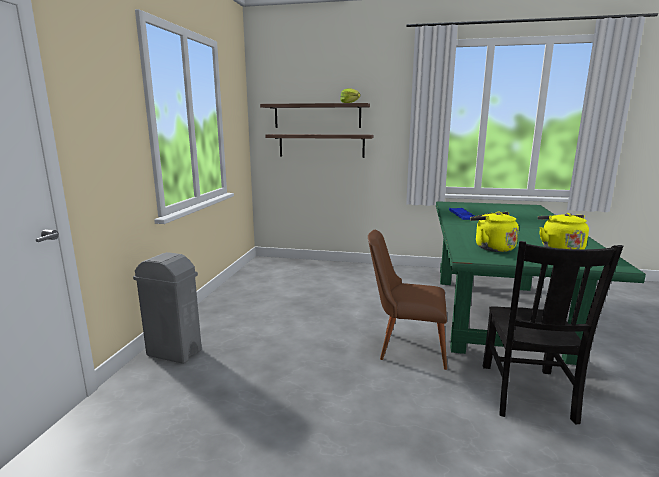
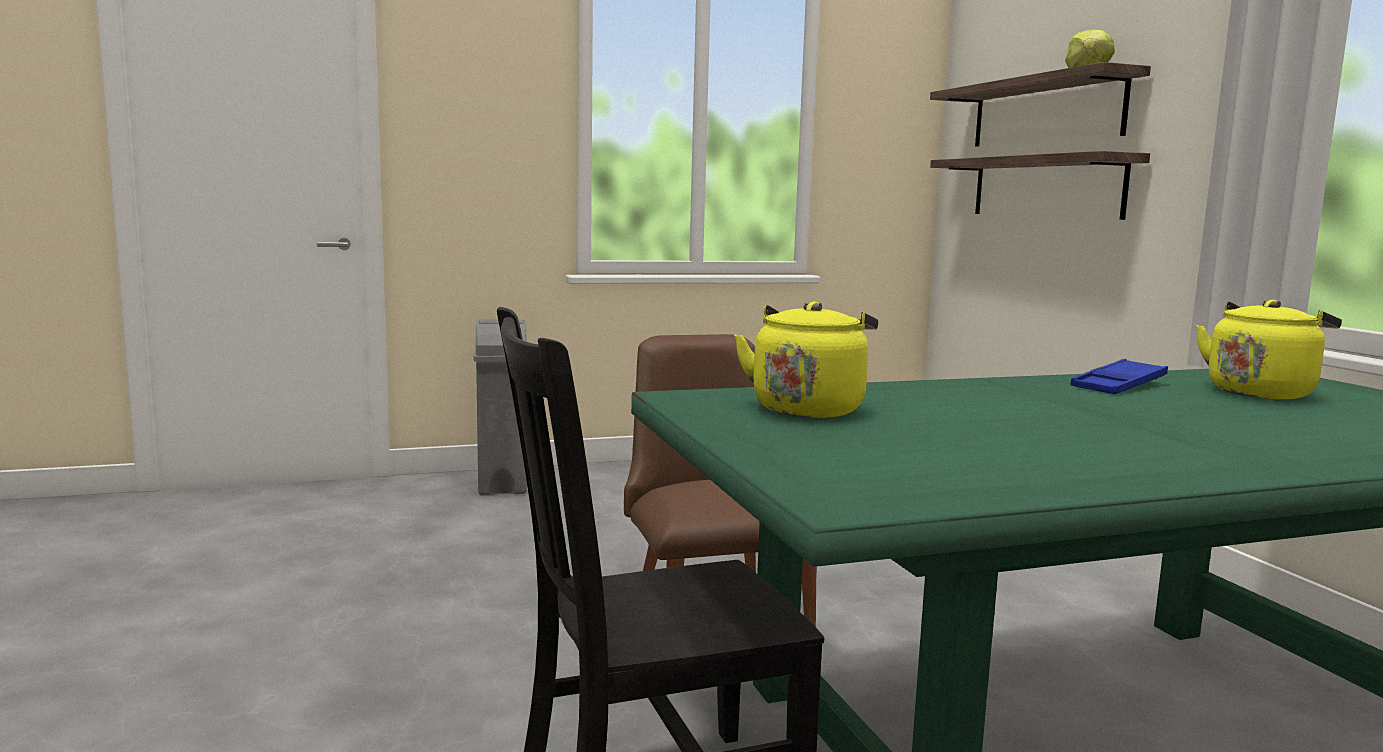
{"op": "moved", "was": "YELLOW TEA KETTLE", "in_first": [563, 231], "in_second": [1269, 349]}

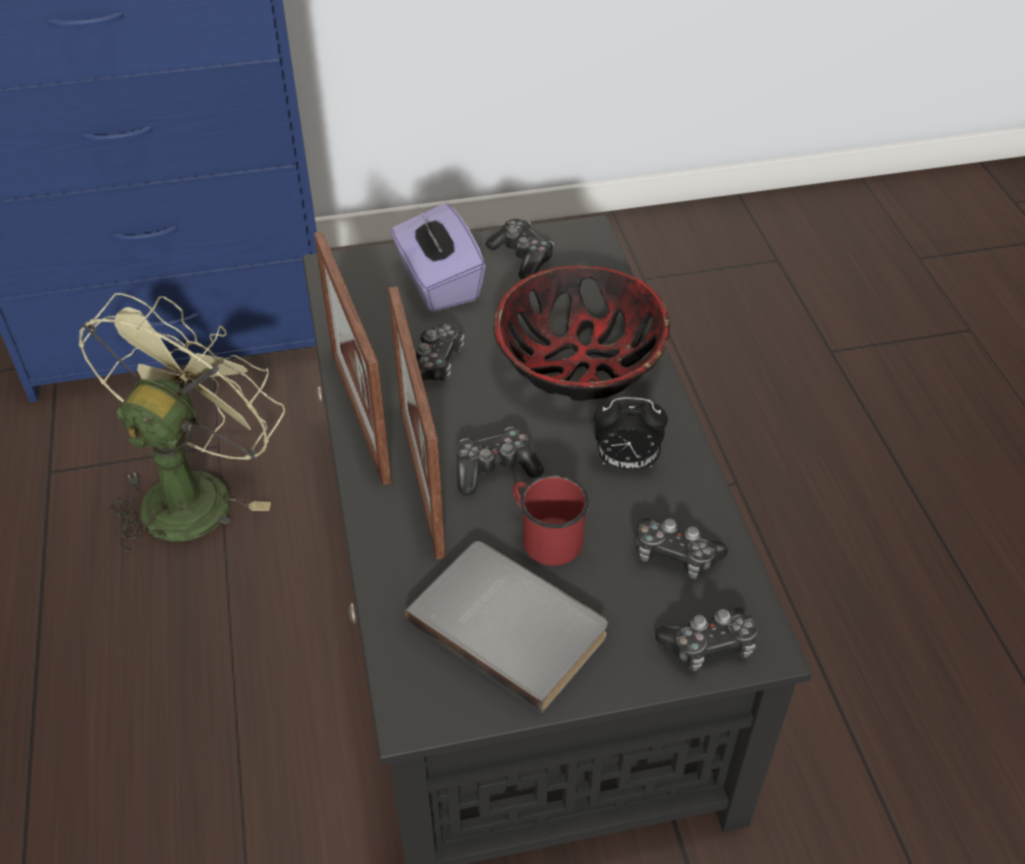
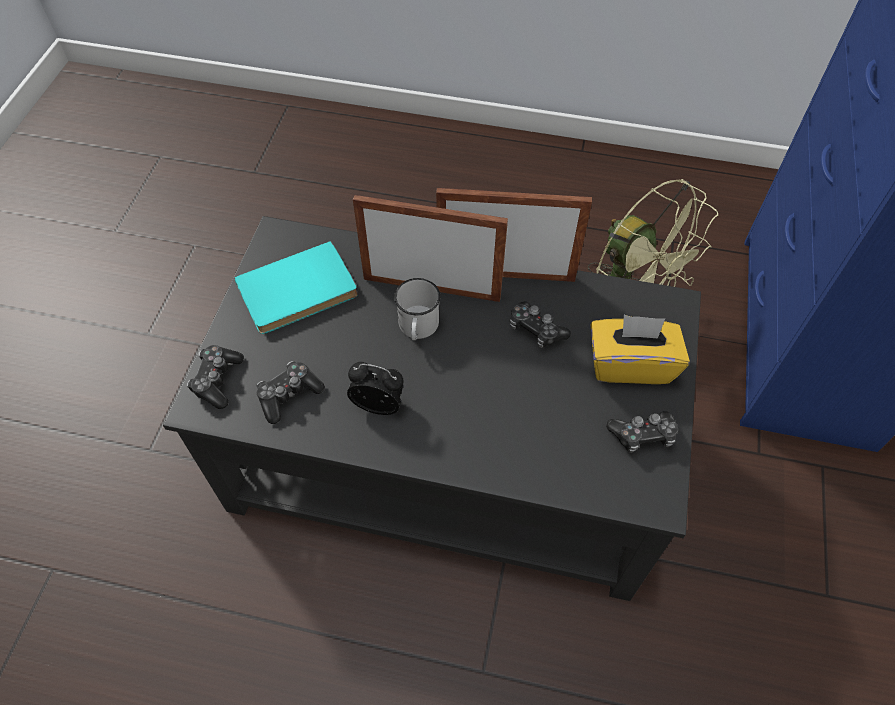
{"op": "recoloured", "was": "PURPLISH TISSUE HOLDER", "now": "YELLOW TISSUE HOLDER", "in_first": [438, 257], "in_second": [640, 349]}
{"op": "recoloured", "was": "GREYISH BOOK", "now": "TURQUOISE BOOK", "in_first": [506, 627], "in_second": [296, 287]}
{"op": "replaced", "was": "JOYPAD", "now": "WHITE COFFEE MUG", "in_first": [500, 461], "in_second": [417, 309]}
{"op": "removed", "was": "DEEP DISH", "in_first": [582, 333]}
{"op": "removed", "was": "REDDISH COFFEE MUG", "in_first": [550, 520]}
{"op": "turned", "was": "ALARM CLOCK", "in_first": [631, 434], "in_second": [375, 388], "clockwise": 75}

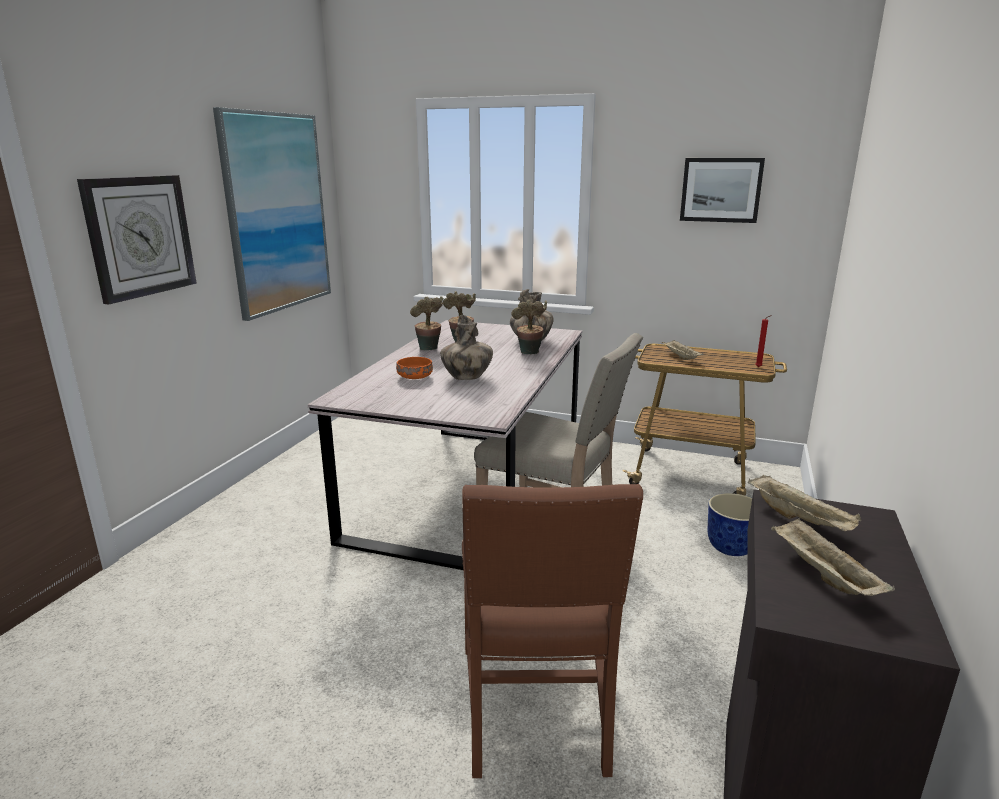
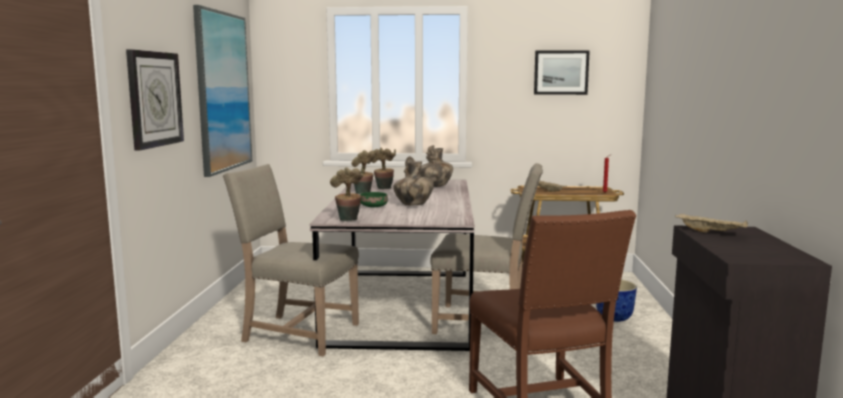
{"op": "recoloured", "was": "ORANGEY DEEP DISH", "now": "GREEN DEEP DISH", "in_first": [414, 368], "in_second": [374, 199]}
{"op": "moved", "was": "PLANT IN A POT", "in_first": [529, 327], "in_second": [347, 194]}
{"op": "removed", "was": "SAND-COLOURED SERVING TRAY", "in_first": [833, 557]}
{"op": "added", "now": "SAND-COLOURED CHAIR", "in_second": [291, 260]}

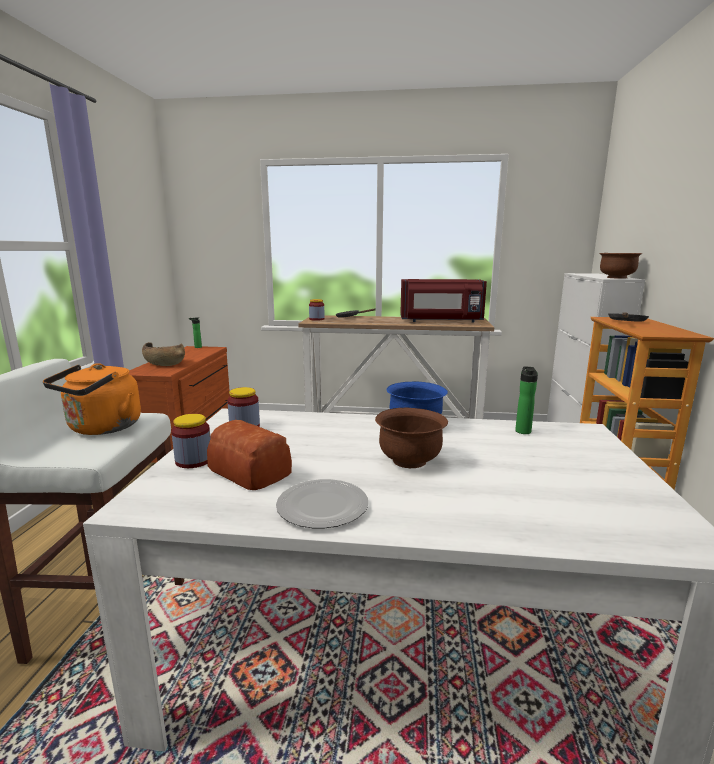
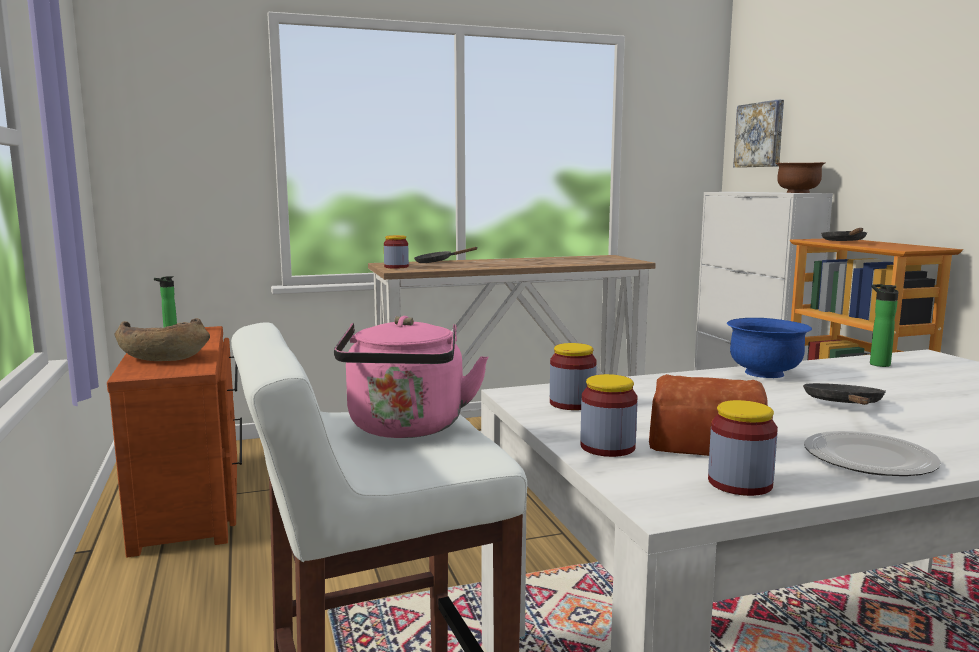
{"op": "recoloured", "was": "ORANGEY TEA KETTLE", "now": "PINK-COLOURED TEA KETTLE", "in_first": [92, 399], "in_second": [411, 377]}
{"op": "replaced", "was": "BROWN DEEP DISH", "now": "BLACKISH PAN", "in_first": [411, 438], "in_second": [844, 394]}
{"op": "removed", "was": "REDDISH MICROWAVE OVEN", "in_first": [443, 301]}
{"op": "added", "now": "JAR", "in_second": [743, 448]}
{"op": "added", "now": "PICTURE", "in_second": [758, 133]}

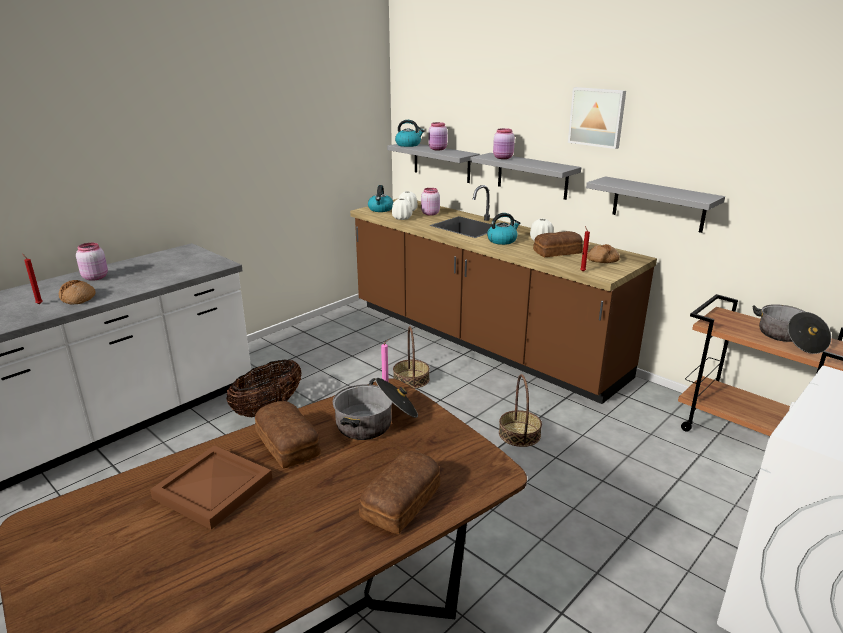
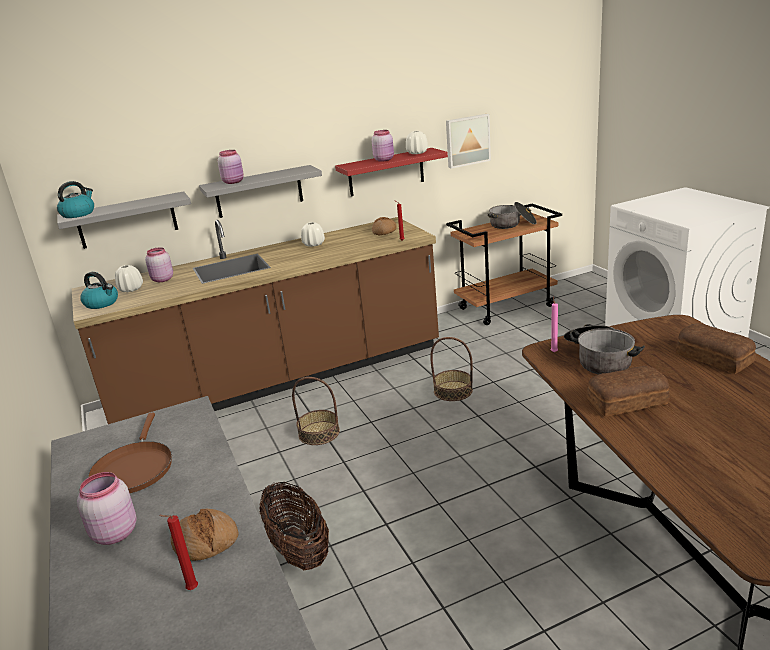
{"op": "removed", "was": "BROWN SERVING TRAY", "in_first": [211, 488]}
{"op": "moved", "was": "WHITE FLOWER VASE", "in_first": [402, 209], "in_second": [417, 142]}
{"op": "moved", "was": "PINK-COLOURED JAR", "in_first": [438, 136], "in_second": [383, 146]}
{"op": "removed", "was": "TEA KETTLE", "in_first": [503, 229]}
{"op": "removed", "was": "BAKERY BREAD", "in_first": [558, 244]}
{"op": "moved", "was": "PICTURE", "in_first": [597, 118], "in_second": [468, 141]}
{"op": "recoloured", "was": "GREYISH WALL SHELF", "now": "REDDISH WALL SHELF", "in_first": [655, 204], "in_second": [391, 172]}
{"op": "added", "now": "BROWN PAN", "in_second": [130, 453]}

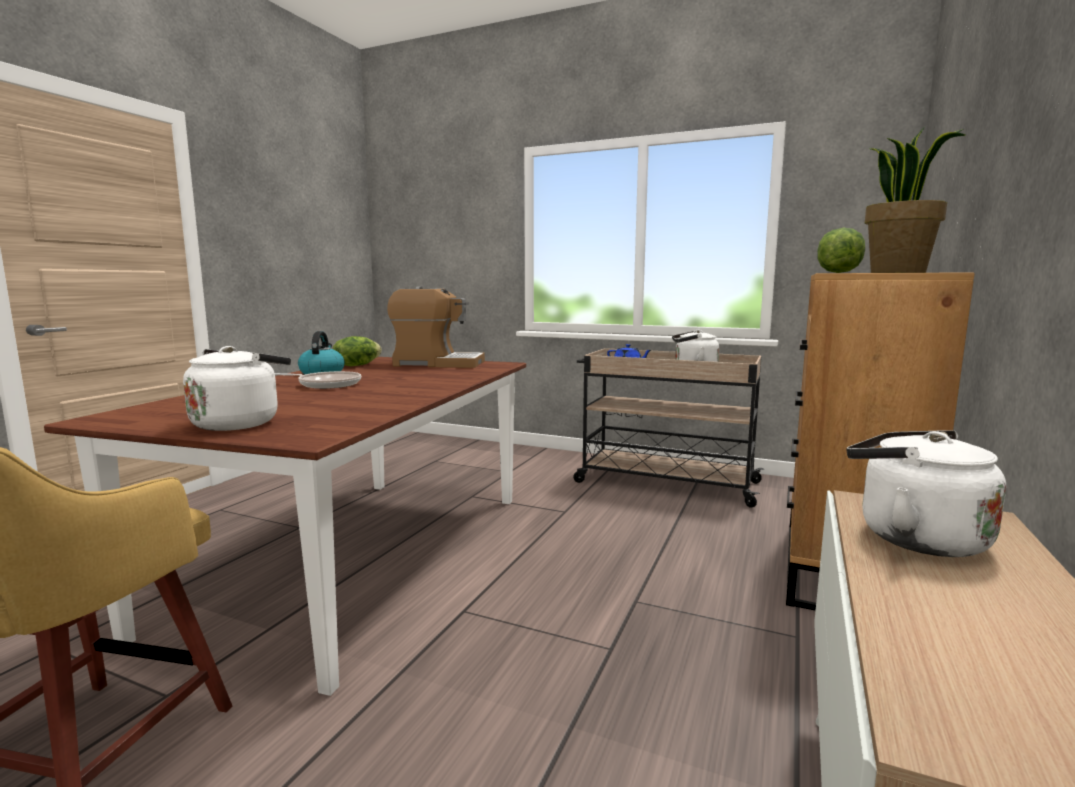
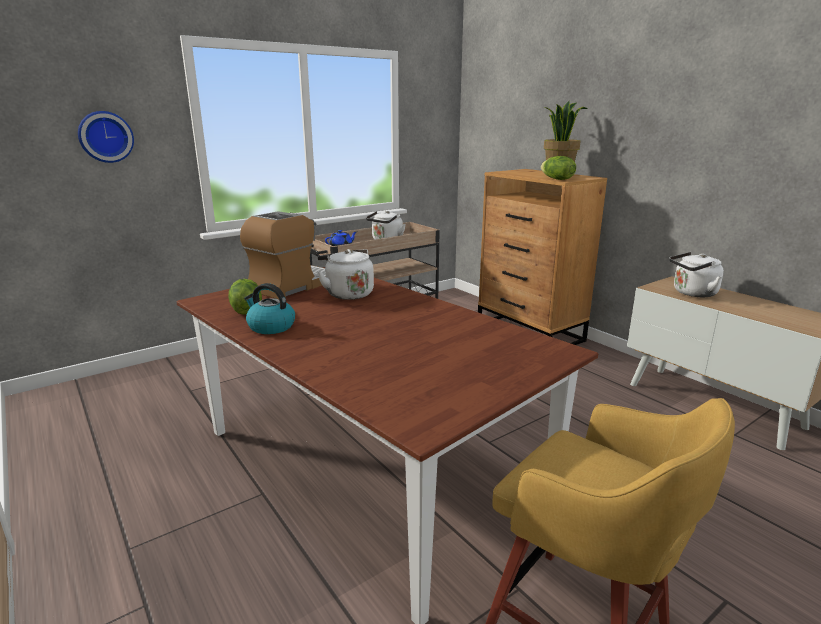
{"op": "moved", "was": "WHITE TEA KETTLE", "in_first": [237, 388], "in_second": [345, 274]}
{"op": "removed", "was": "PAN", "in_first": [318, 380]}
{"op": "added", "now": "HANGING CLOCK", "in_second": [106, 137]}

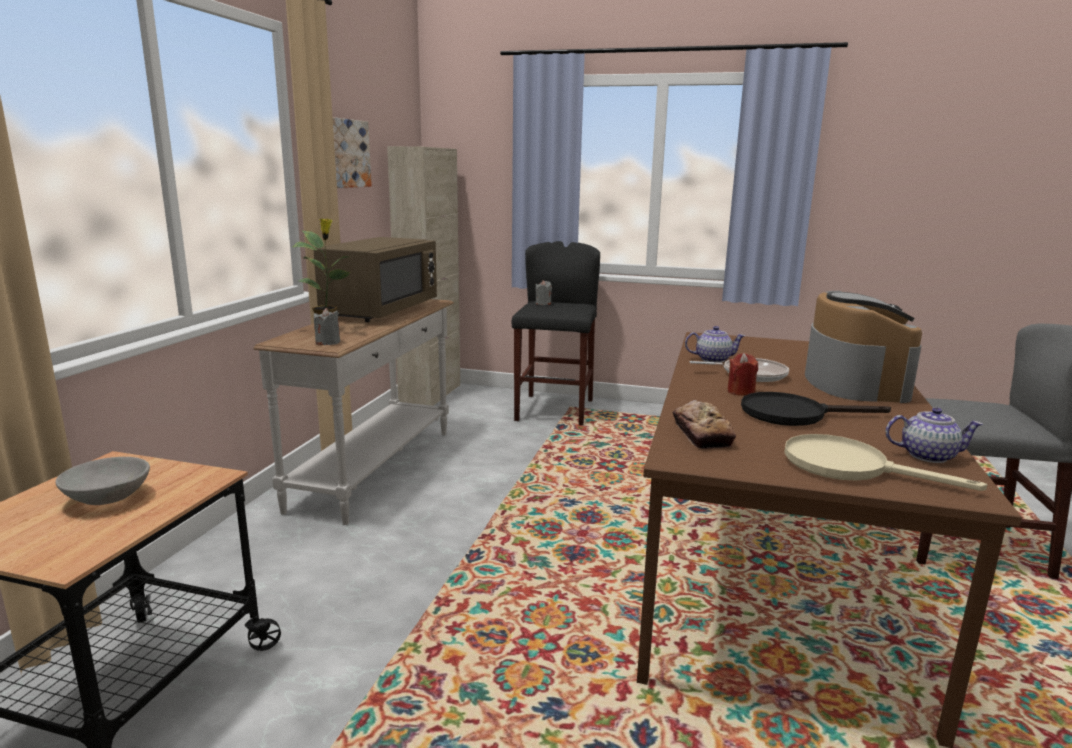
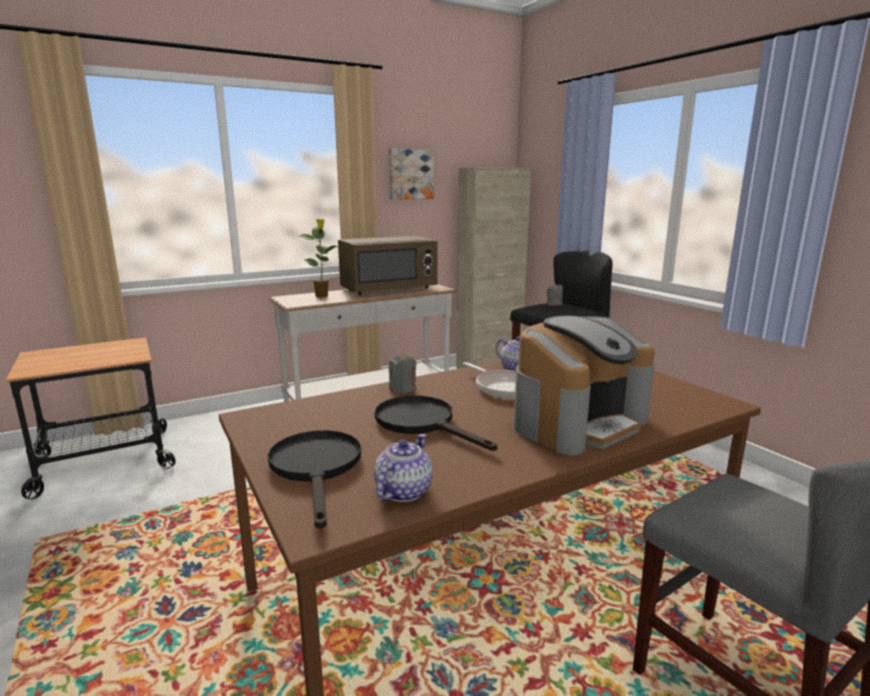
{"op": "removed", "was": "GREYISH DEEP DISH", "in_first": [103, 481]}
{"op": "moved", "was": "GREYISH WAX LIGHT", "in_first": [327, 326], "in_second": [403, 373]}
{"op": "removed", "was": "BAKERY BREAD", "in_first": [704, 424]}
{"op": "removed", "was": "REDDISH WAX LIGHT", "in_first": [742, 374]}
{"op": "recoloured", "was": "SAND-COLOURED PAN", "now": "BLACKISH PAN", "in_first": [885, 462], "in_second": [314, 479]}
{"op": "turned", "was": "TEAPOT", "in_first": [934, 435], "in_second": [403, 468], "clockwise": -120}

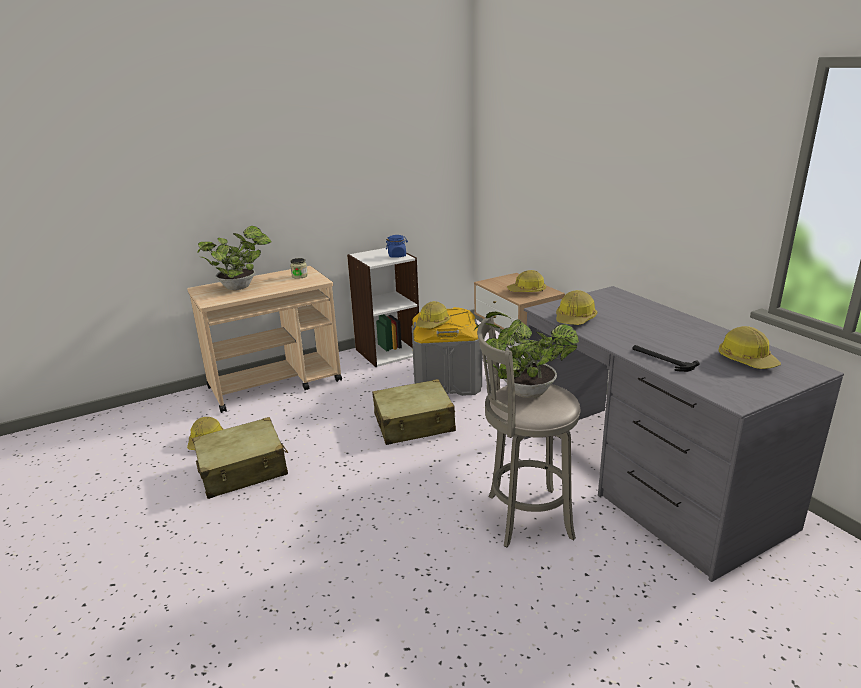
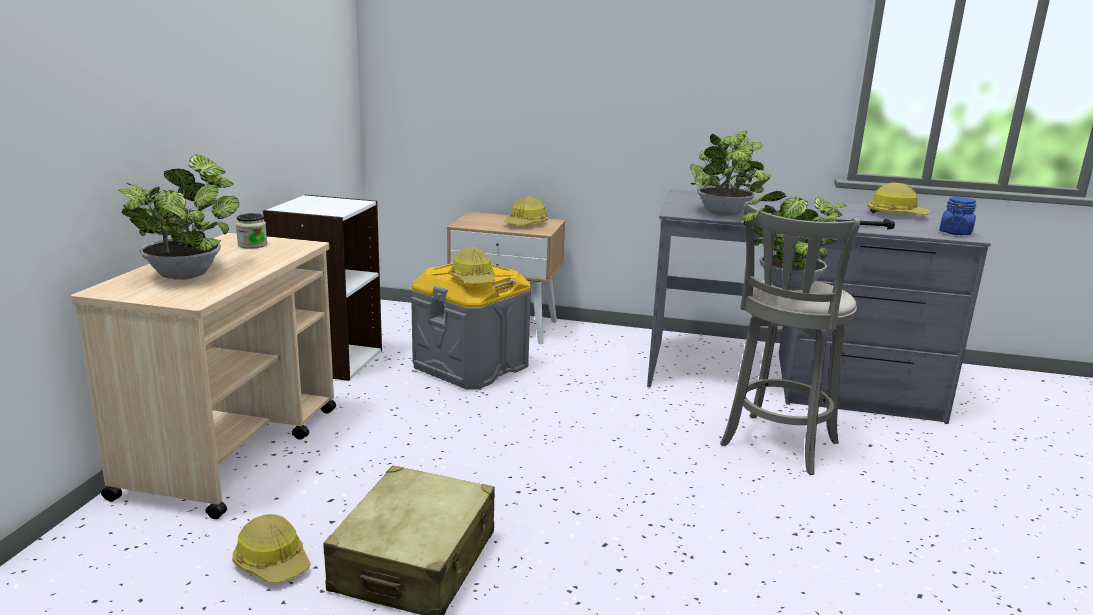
{"op": "removed", "was": "SAND-COLOURED PIECE OF LUGGAGE", "in_first": [414, 412]}
{"op": "moved", "was": "BLUE JAR", "in_first": [396, 246], "in_second": [957, 216]}
{"op": "replaced", "was": "HARD HAT", "now": "PLANT IN A POT", "in_first": [576, 307], "in_second": [730, 173]}

